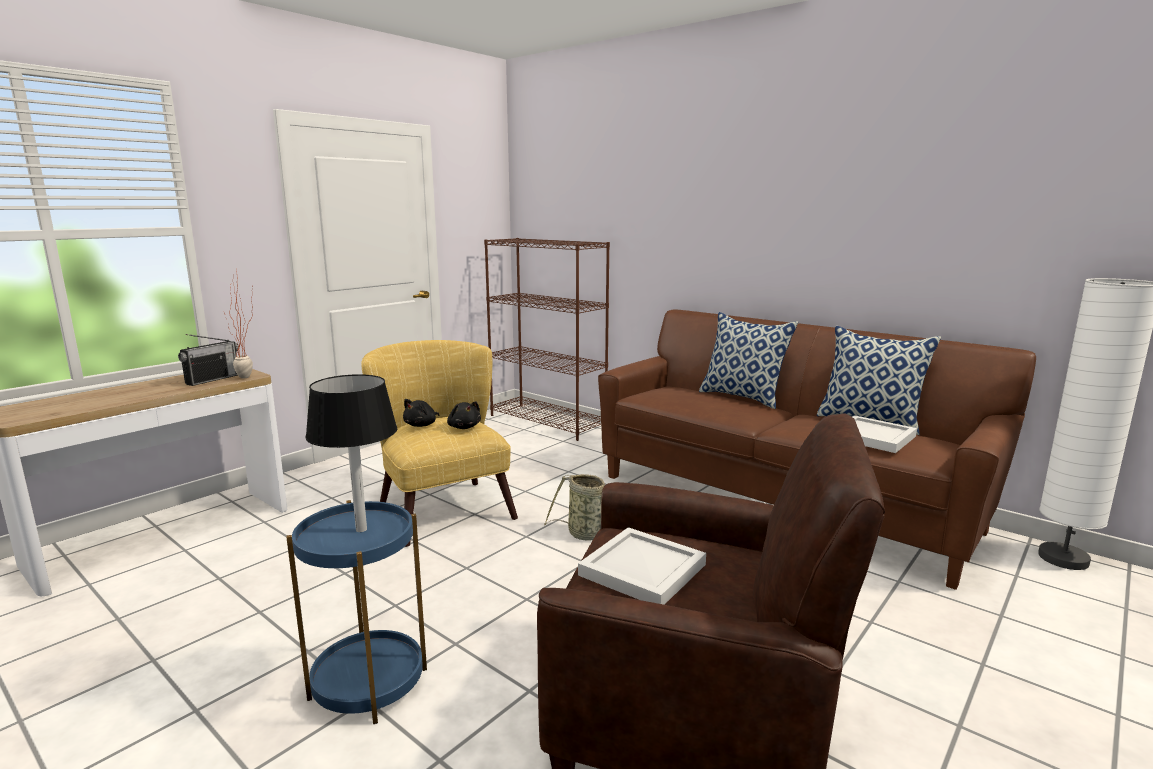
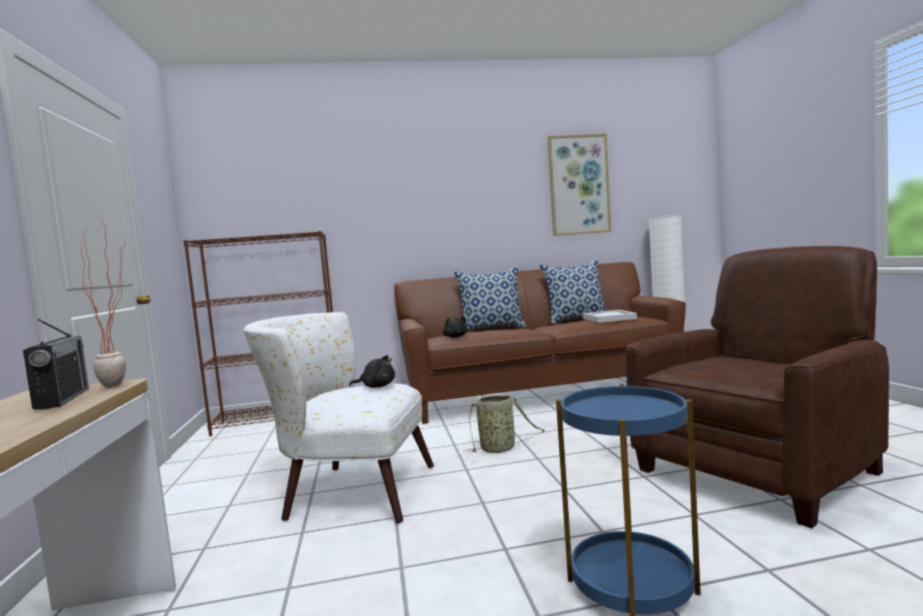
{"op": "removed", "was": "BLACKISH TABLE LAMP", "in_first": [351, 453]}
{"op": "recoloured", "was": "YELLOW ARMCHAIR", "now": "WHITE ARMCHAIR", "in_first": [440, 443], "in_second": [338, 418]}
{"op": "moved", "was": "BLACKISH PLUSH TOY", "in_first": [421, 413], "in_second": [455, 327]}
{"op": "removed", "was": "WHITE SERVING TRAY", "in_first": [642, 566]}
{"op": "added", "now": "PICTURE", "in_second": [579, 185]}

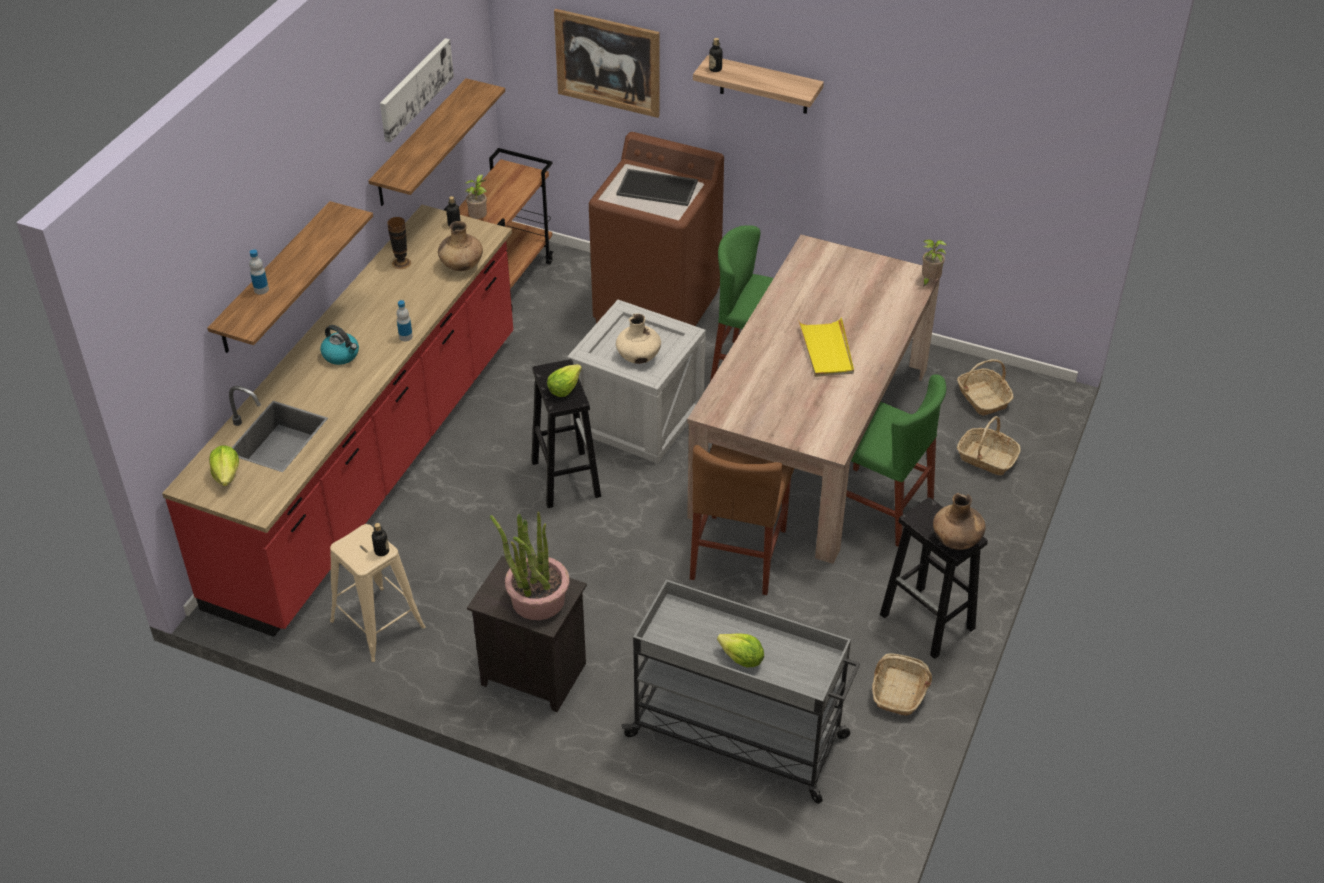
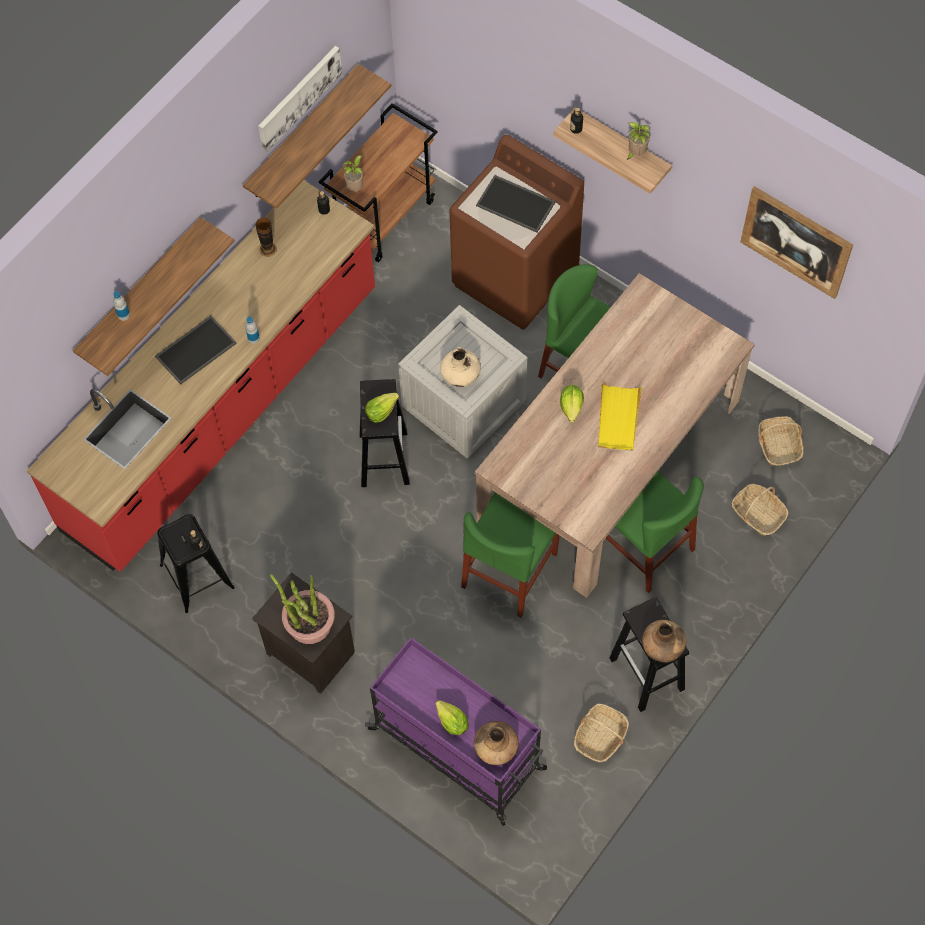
{"op": "moved", "was": "LETTUCE HEAD", "in_first": [224, 465], "in_second": [572, 403]}
{"op": "replaced", "was": "TEA KETTLE", "now": "SERVING TRAY", "in_first": [339, 345], "in_second": [196, 350]}
{"op": "recoloured", "was": "SAND-COLOURED SITTING STOOL", "now": "BLACKISH SITTING STOOL", "in_first": [378, 593], "in_second": [196, 563]}
{"op": "moved", "was": "BROWN FLOWER VASE", "in_first": [460, 246], "in_second": [496, 743]}
{"op": "moved", "was": "PICTURE", "in_first": [607, 63], "in_second": [796, 242]}
{"op": "recoloured", "was": "GREYISH TROLLEY", "now": "PURPLISH TROLLEY", "in_first": [740, 691], "in_second": [456, 731]}
{"op": "recoloured", "was": "BROWN CHAIR", "now": "GREEN CHAIR", "in_first": [742, 519], "in_second": [510, 555]}
{"op": "moved", "was": "PLANT IN A POT", "in_first": [934, 263], "in_second": [638, 141]}

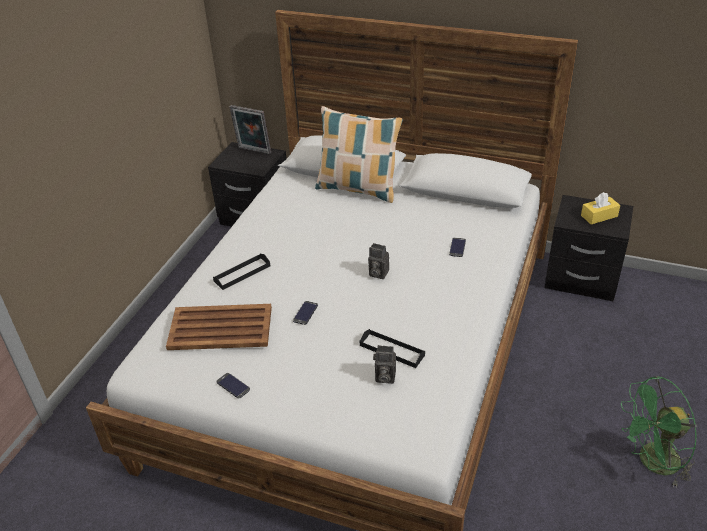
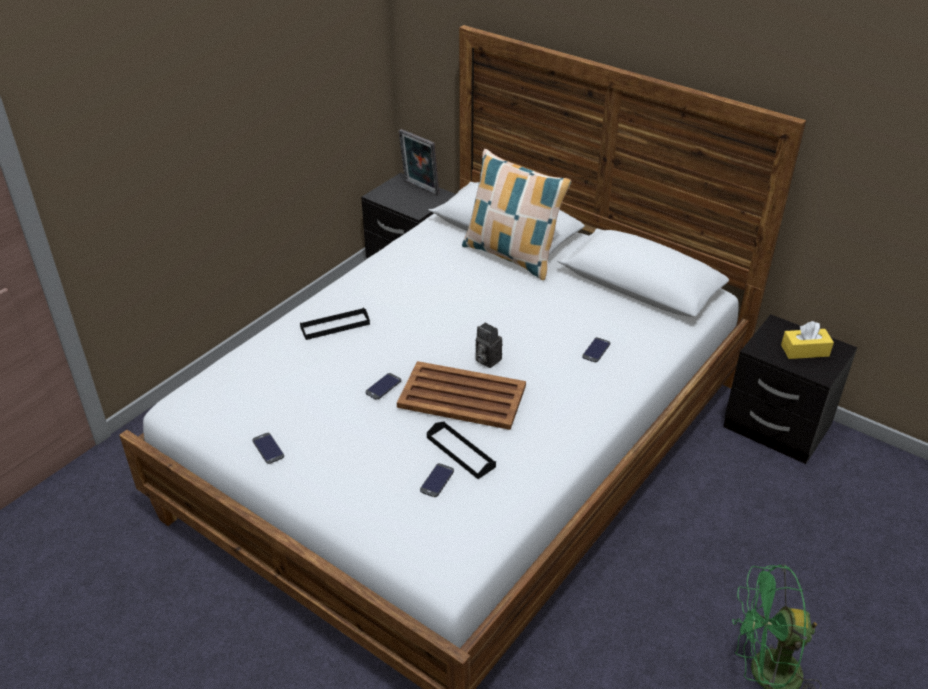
{"op": "moved", "was": "BROWN SERVING TRAY", "in_first": [219, 327], "in_second": [461, 395]}
{"op": "replaced", "was": "PHOTO CAMERA", "now": "TELEPHONE", "in_first": [384, 364], "in_second": [437, 480]}

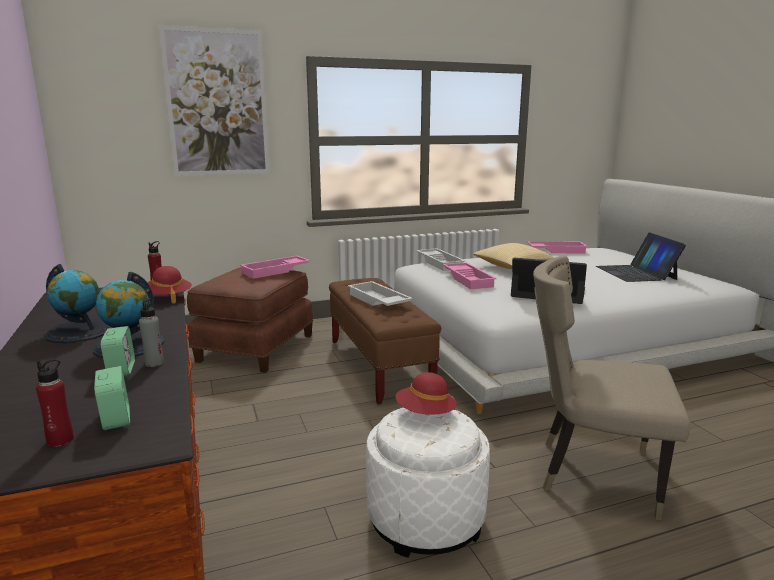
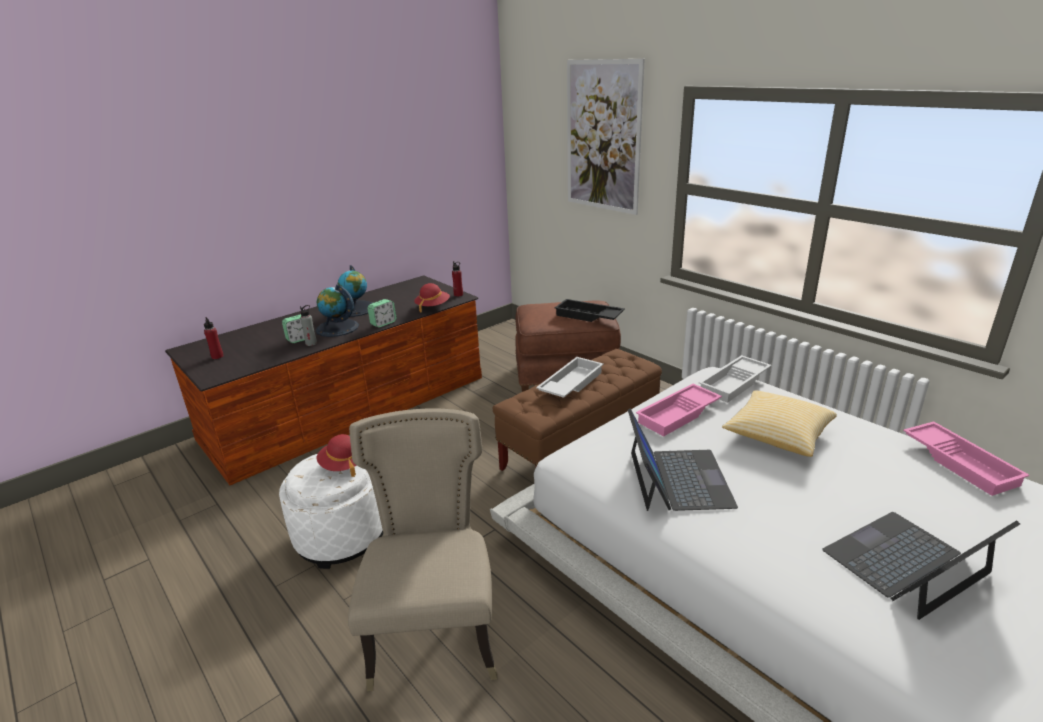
{"op": "moved", "was": "ALARM CLOCK", "in_first": [112, 398], "in_second": [382, 313]}
{"op": "recoloured", "was": "PINK-COLOURED SERVING TRAY", "now": "BLACKISH SERVING TRAY", "in_first": [275, 267], "in_second": [590, 310]}

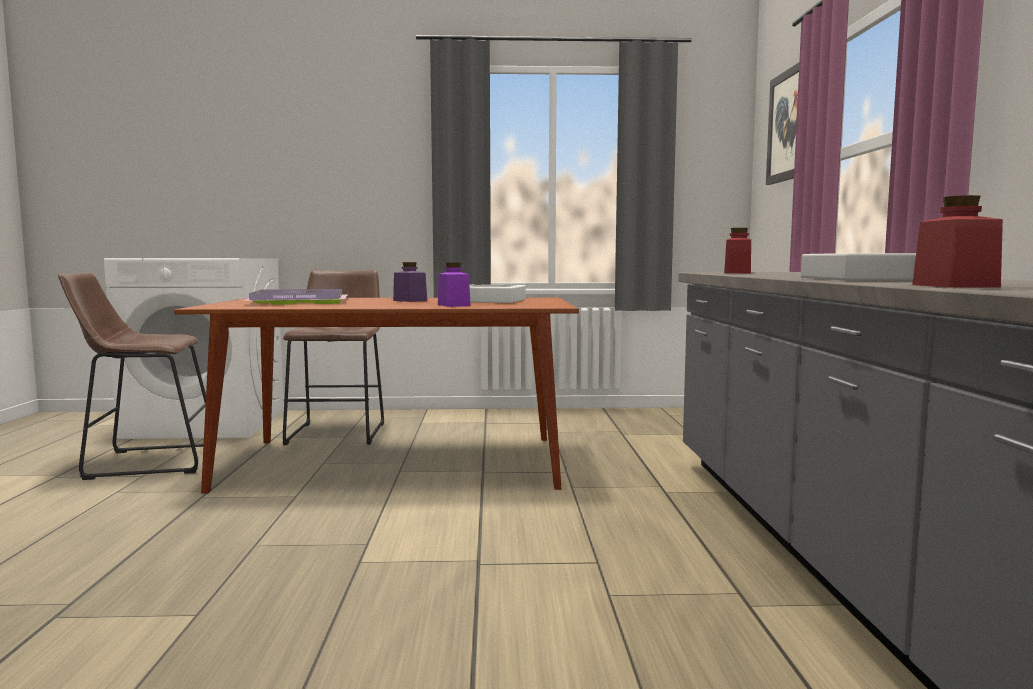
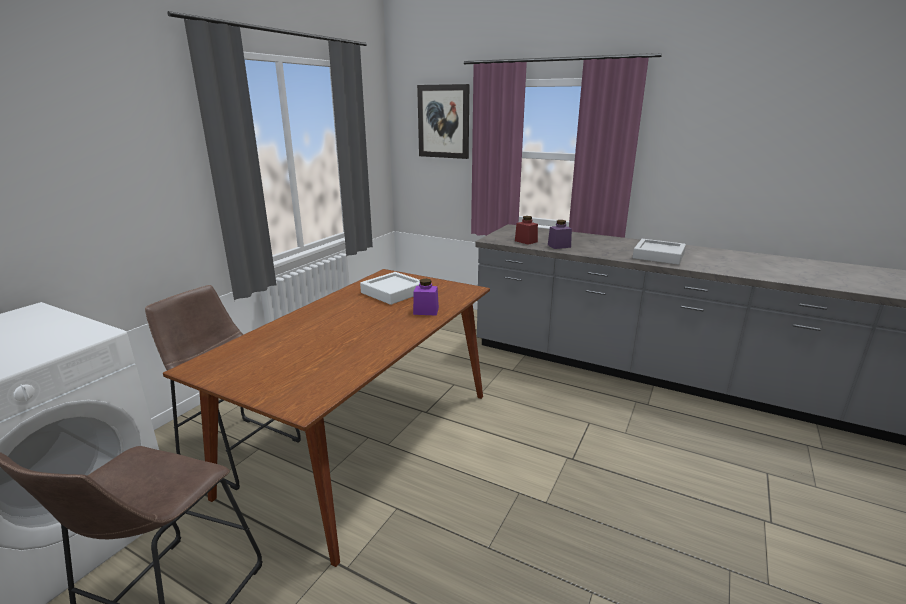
{"op": "removed", "was": "PURPLISH SERVING TRAY", "in_first": [294, 297]}
{"op": "moved", "was": "PURPLISH JAR", "in_first": [410, 282], "in_second": [560, 234]}
{"op": "removed", "was": "REDDISH JAR", "in_first": [957, 241]}

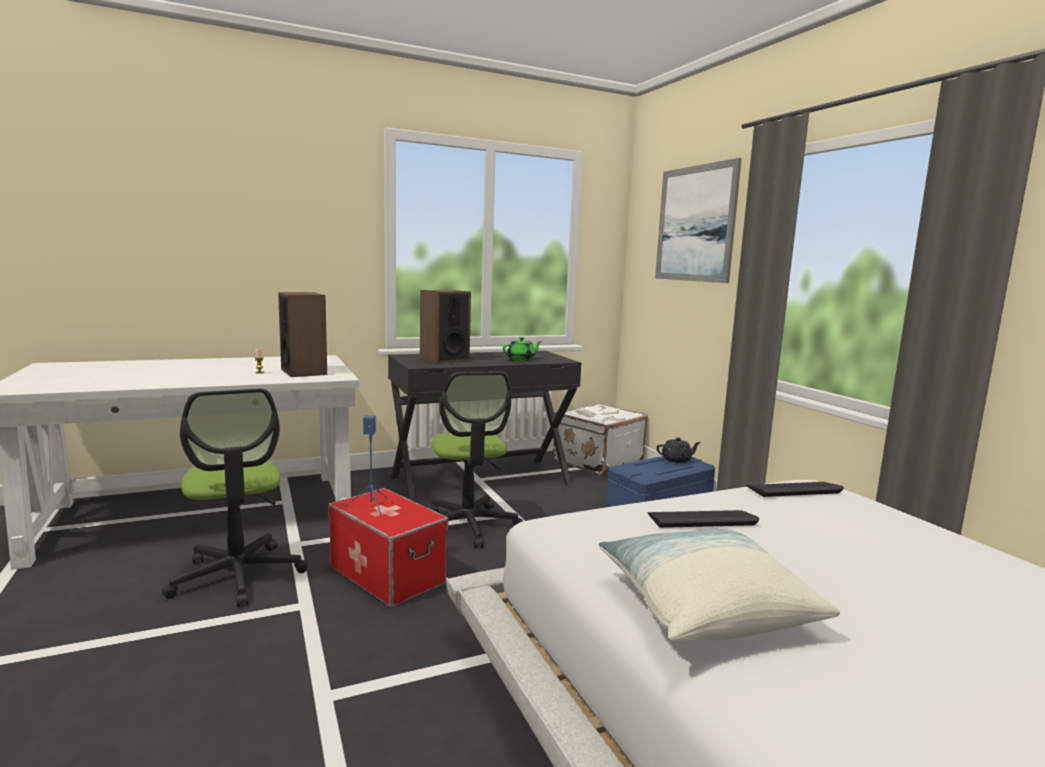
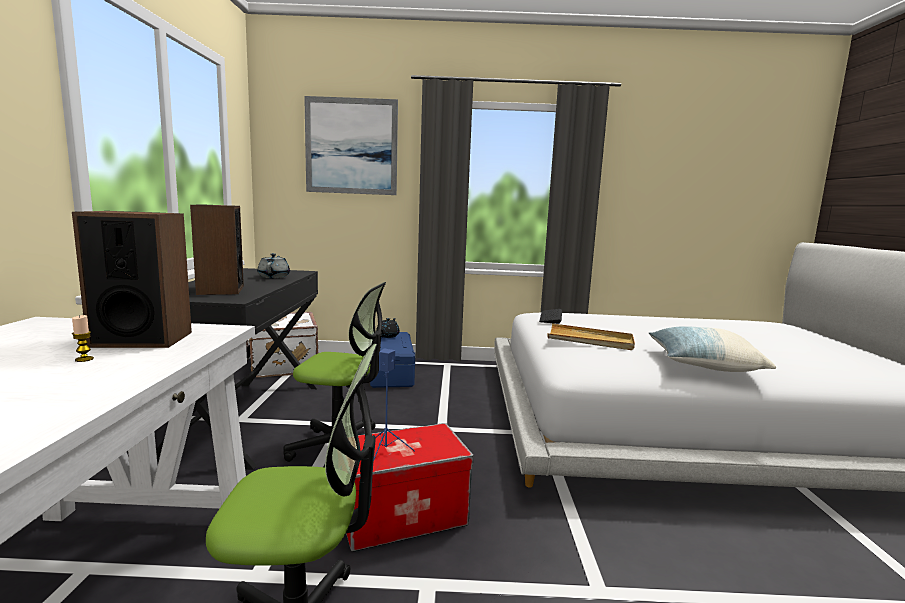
{"op": "recoloured", "was": "GREEN TEAPOT", "now": "GREYISH TEAPOT", "in_first": [522, 349], "in_second": [273, 266]}
{"op": "replaced", "was": "PC KEYBOARD", "now": "SAND-COLOURED SERVING TRAY", "in_first": [703, 519], "in_second": [591, 336]}

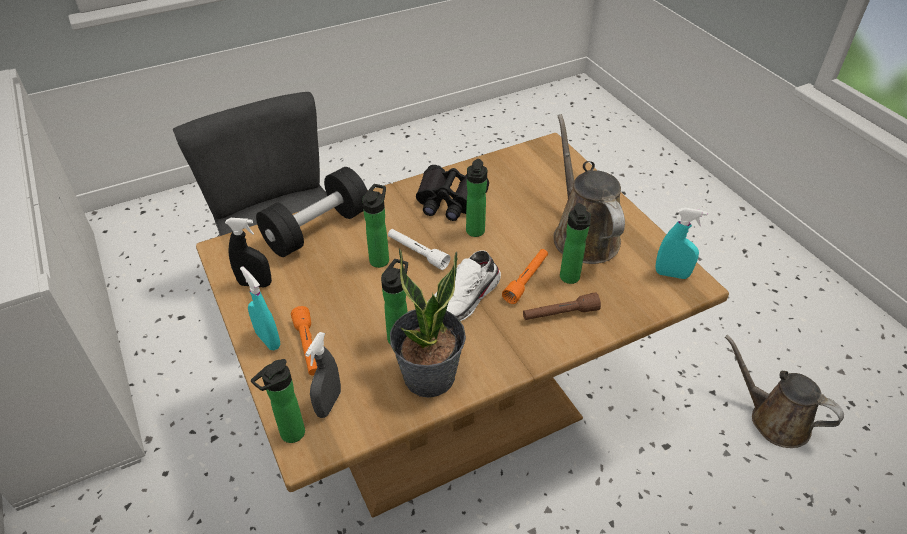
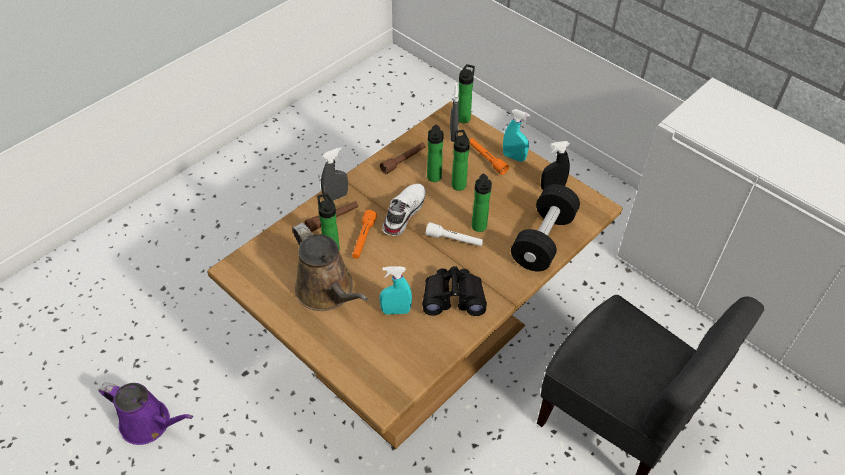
{"op": "replaced", "was": "PLANT IN A POT", "now": "BROWN FLASHLIGHT", "in_first": [428, 323], "in_second": [403, 158]}
{"op": "moved", "was": "BEVERAGE BOTTLE", "in_first": [476, 198], "in_second": [461, 160]}
{"op": "moved", "was": "TURQUOISE SPRAY BOTTLE", "in_first": [681, 243], "in_second": [395, 290]}
{"op": "recoloured", "was": "BROWN SPRINKLING CAN", "now": "PURPLISH SPRINKLING CAN", "in_first": [784, 391], "in_second": [145, 413]}
{"op": "added", "now": "GREYISH SPRAY BOTTLE", "in_second": [334, 174]}

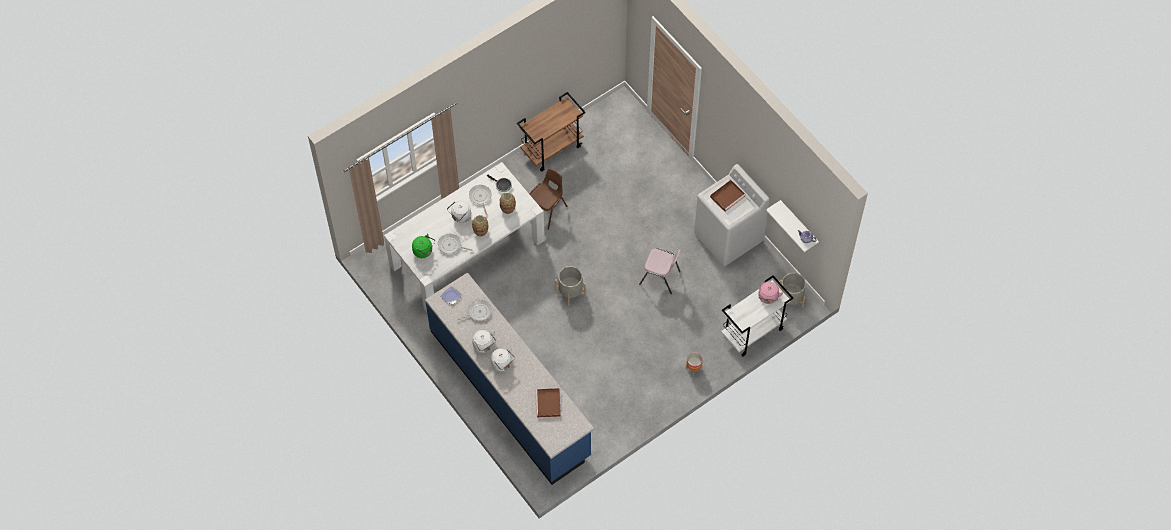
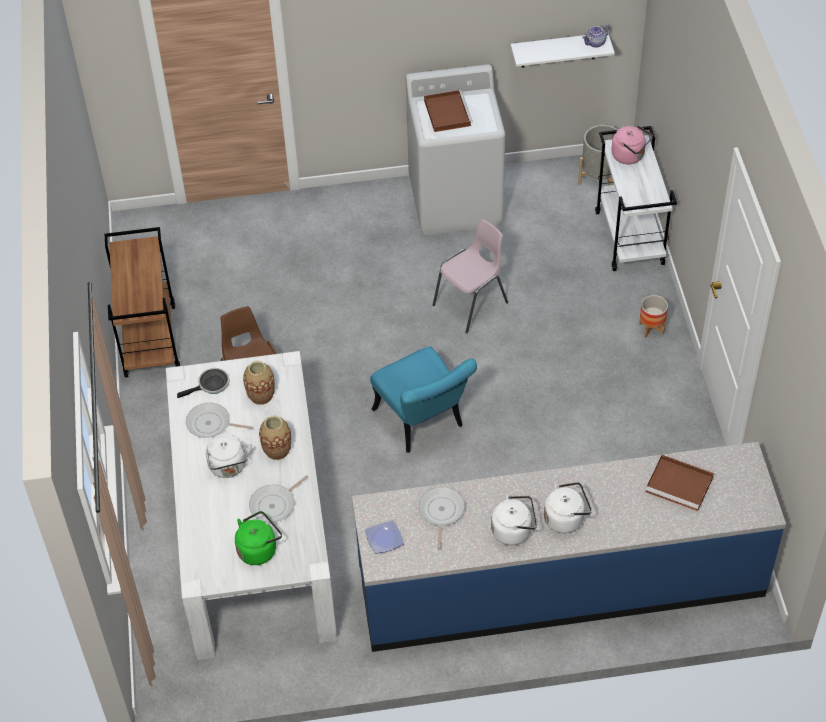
{"op": "replaced", "was": "GREYISH FLOWER POT", "now": "TURQUOISE CHAIR", "in_first": [570, 286], "in_second": [423, 400]}

